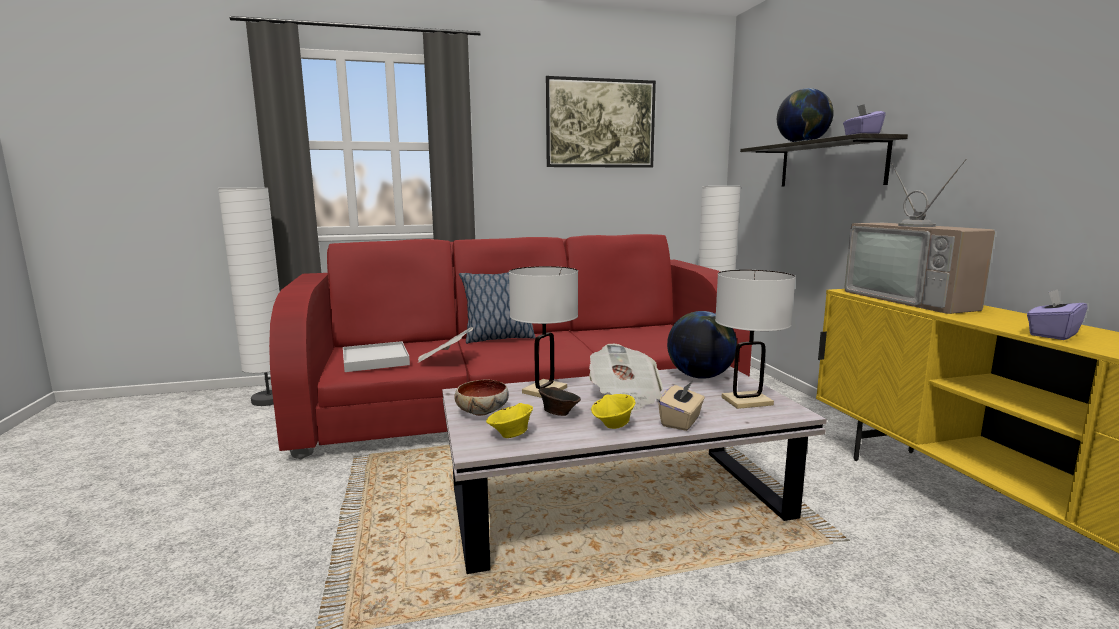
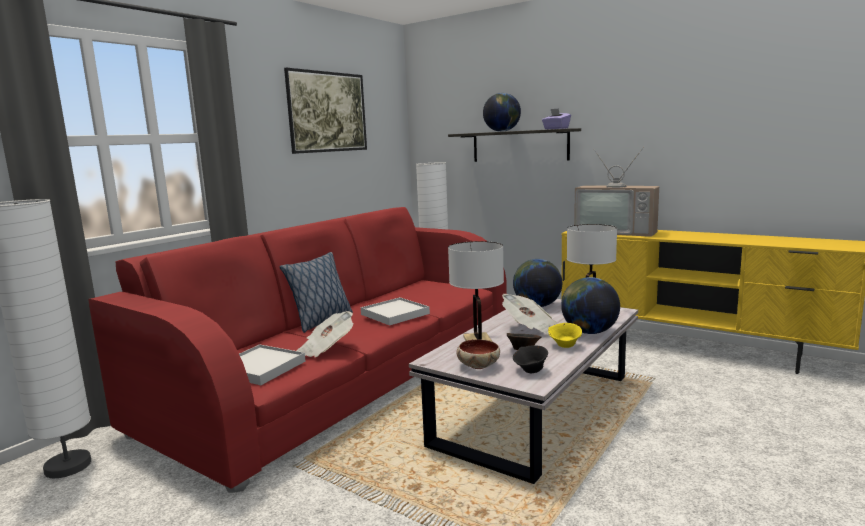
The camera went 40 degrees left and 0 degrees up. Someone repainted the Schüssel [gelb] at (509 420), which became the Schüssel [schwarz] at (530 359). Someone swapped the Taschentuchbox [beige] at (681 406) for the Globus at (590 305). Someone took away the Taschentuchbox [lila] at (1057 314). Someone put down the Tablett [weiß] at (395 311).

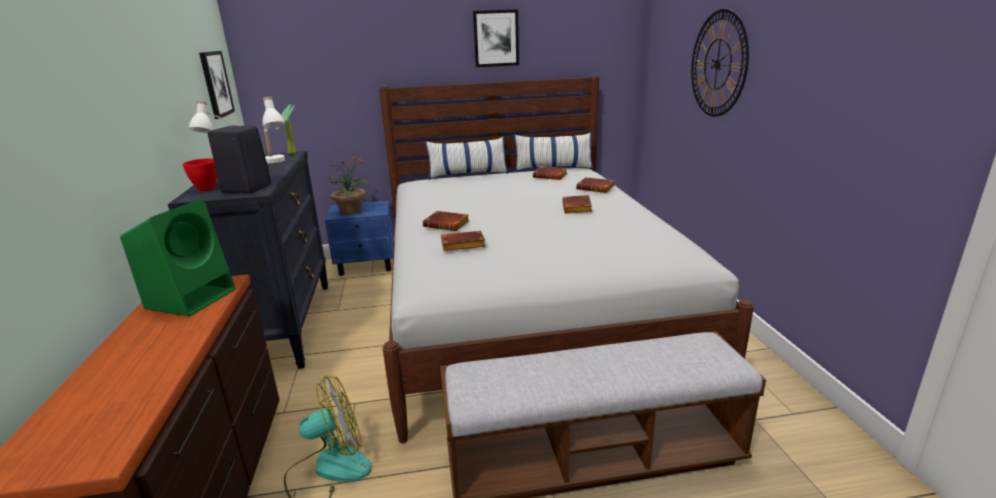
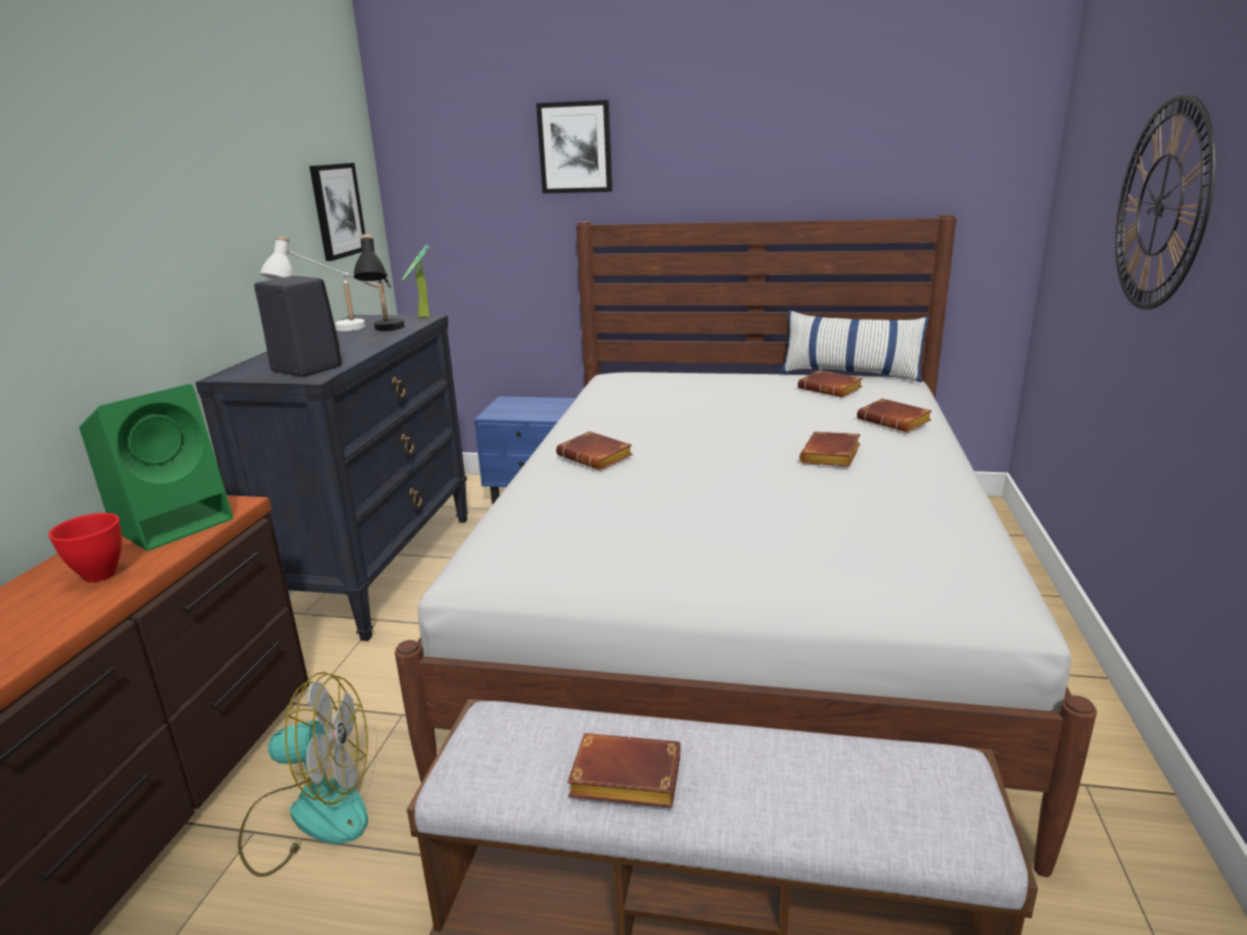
The camera went 20 degrees right and 0 degrees up. Someone carried the Schüssel [rot] from (199 174) to (85 547). Someone repainted the Tischlampe [weiß] at (274 130), which became the Tischlampe [schwarz] at (379 282). Someone took away the Topfpflanze at (347 185). Someone took away the Kissen at (467 158). Someone carried the Buch [braun] from (463 241) to (624 770). Someone carried the Bild from (496 38) to (574 146).

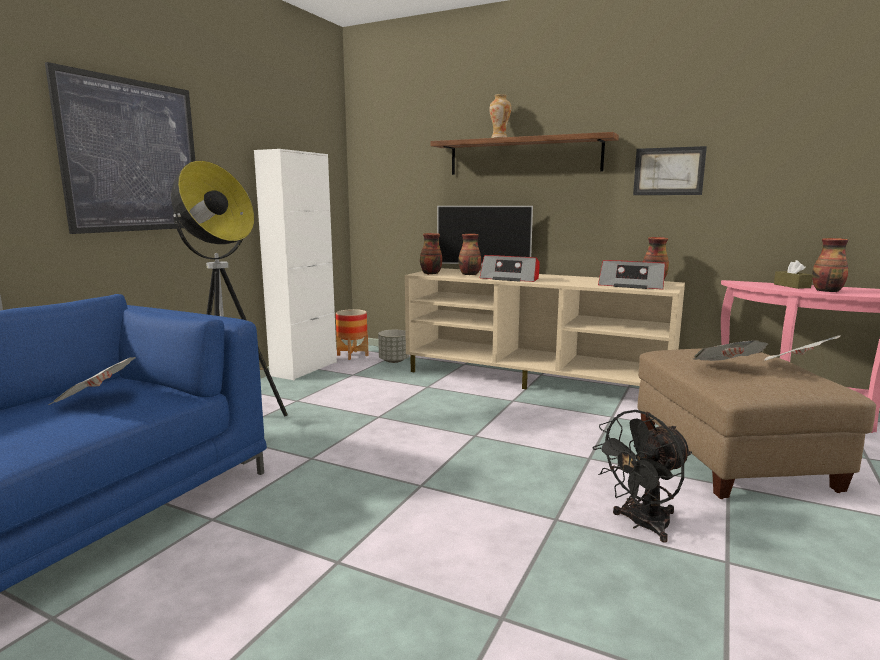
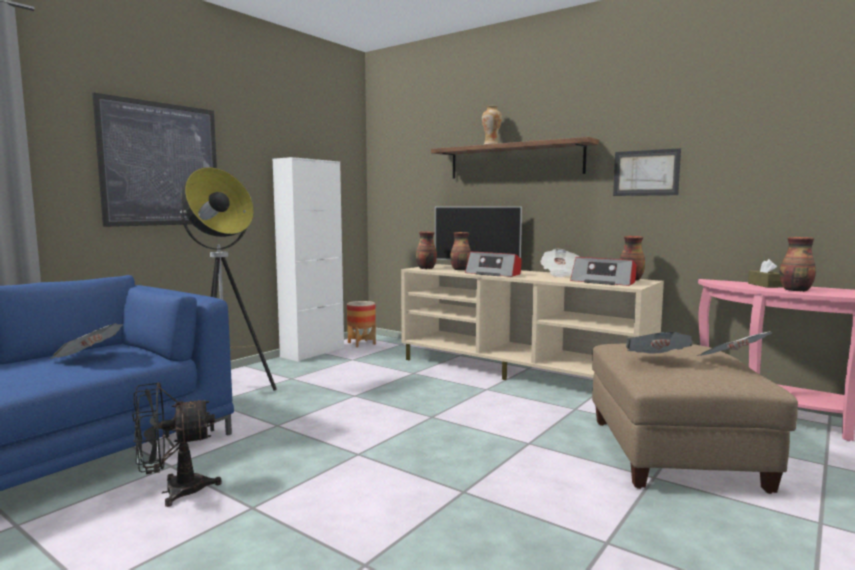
The camera went 10 degrees right and 5 degrees down. Someone took away the Pflanzkübel [grau] at (393 346). Someone carried the Ventilator [schwarz] from (642 476) to (177 444). Someone put down the Zeitung at (560 263).

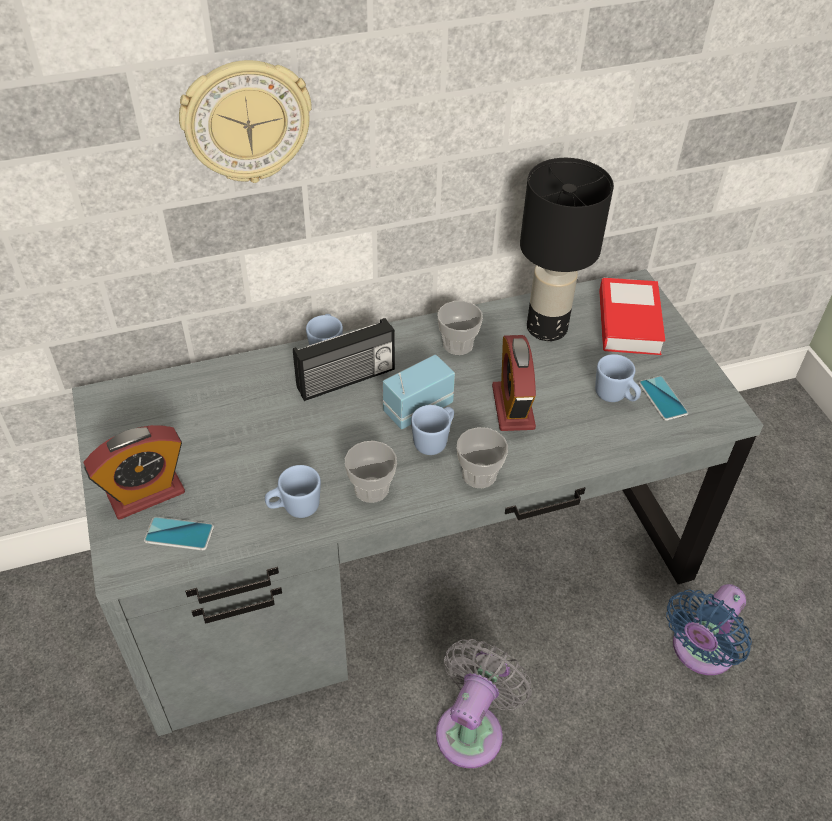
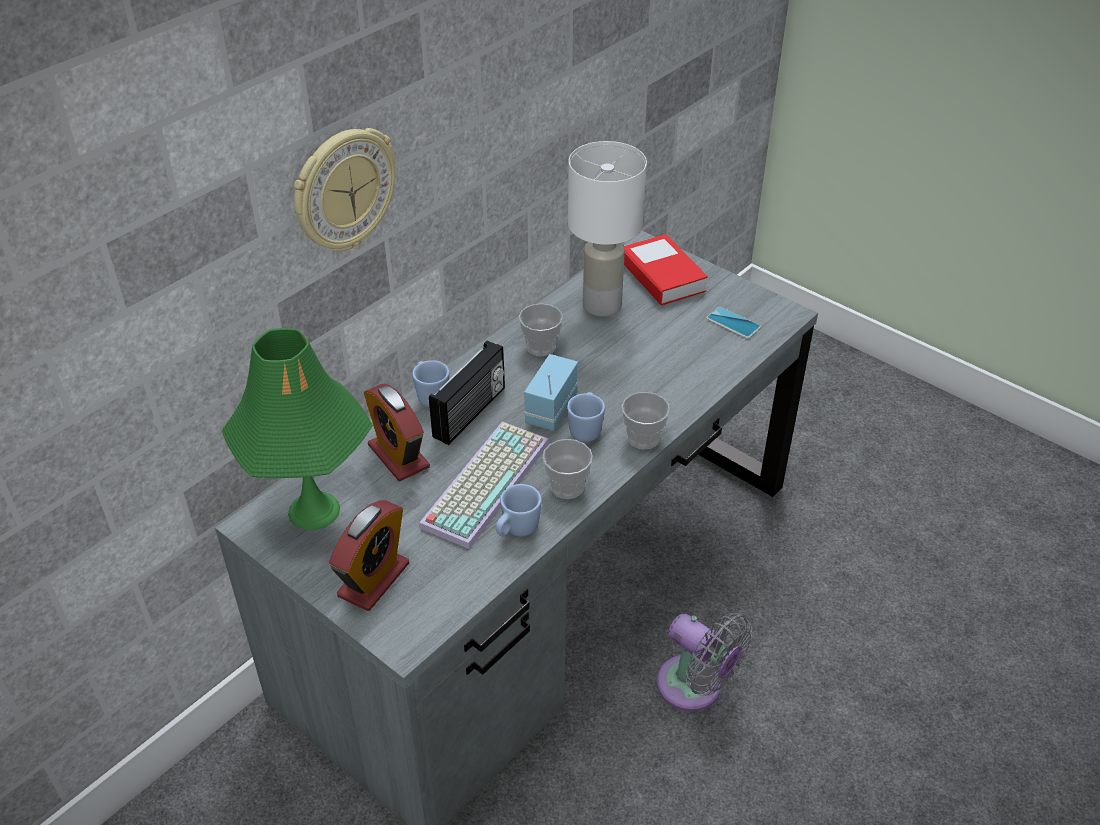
The camera went 30 degrees left and 5 degrees down. Someone took away the Handy at (179 534). Someone rotated the Ventilator [grau] at (484 703) by 135 degrees clockwise. Someone carried the Wecker from (514 383) to (397 432). Someone repainted the Tischlampe [schwarz] at (567 249), which became the Tischlampe [weiß] at (607 229). Someone took away the Henkelbecher [blau] at (618 378). Someone took away the Ventilator [blau] at (709 629). Someone put down the Tischlampe [grün] at (297 429). Someone put down the Tastatur at (484 485).

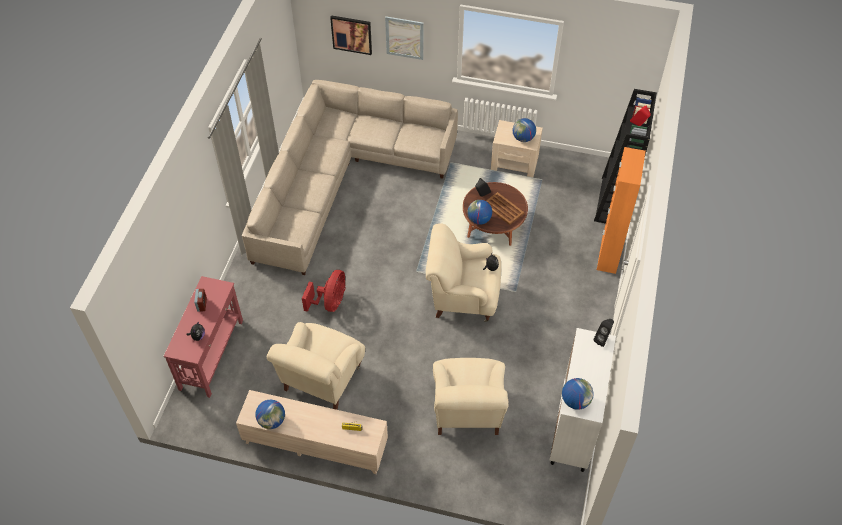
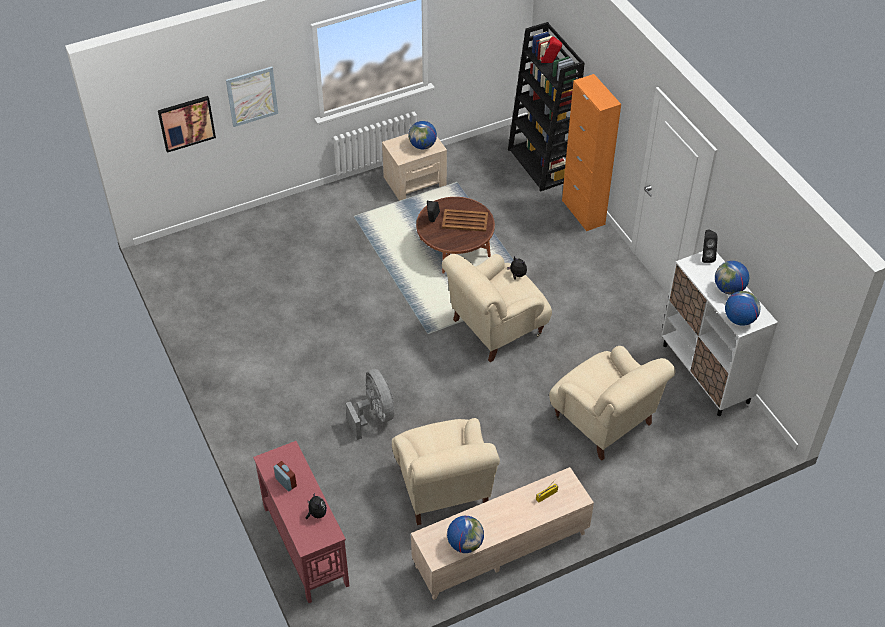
The camera went 40 degrees left and 5 degrees down. Someone took away the Sofa [beige] at (350 177). Someone repainted the Ventilator [rot] at (324 291), which became the Ventilator [grau] at (370 404). Someone carried the Globus from (479 212) to (732 278).

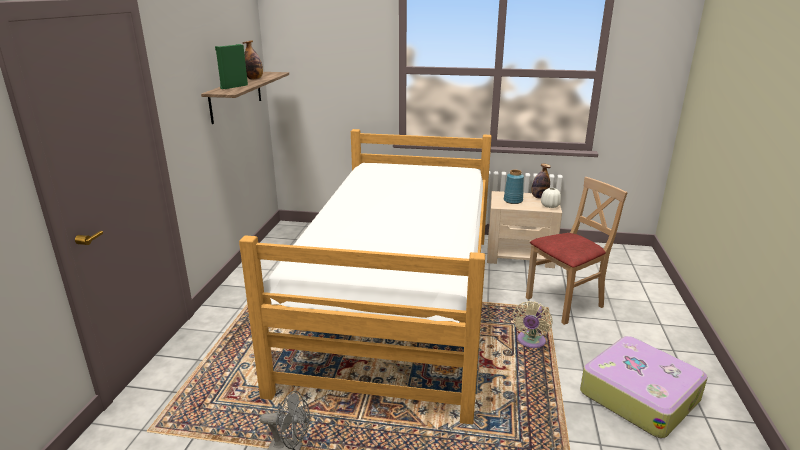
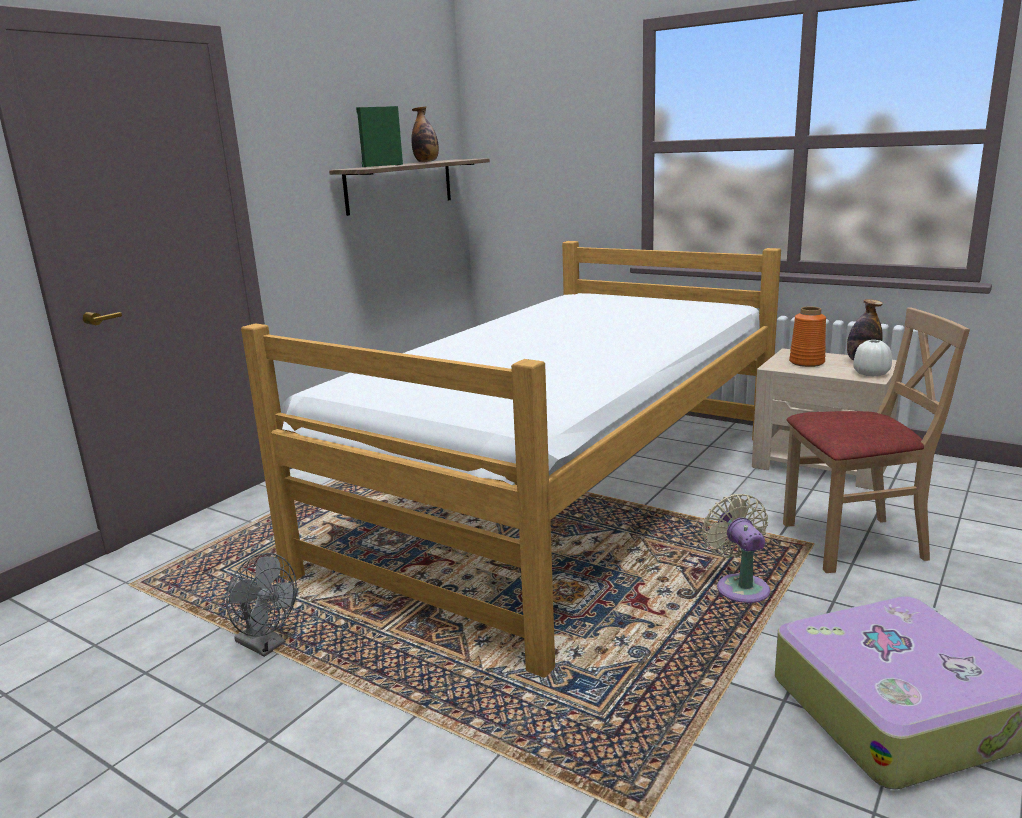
The camera went 25 degrees right and 5 degrees down. Someone repainted the Vase [blau] at (514 187), which became the Vase [orange] at (807 336). Someone rotated the Ventilator [beige] at (532 324) by 120 degrees clockwise.

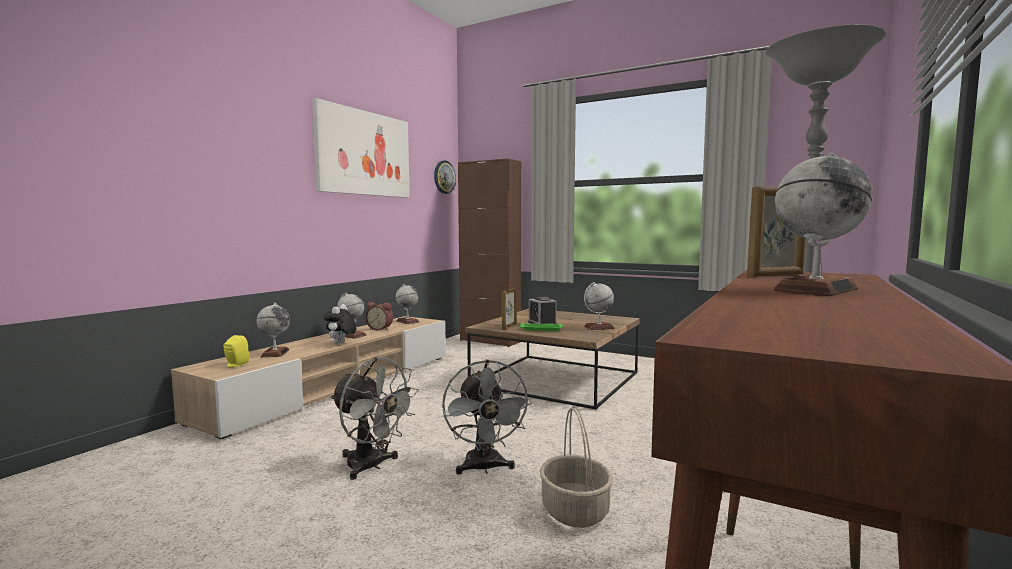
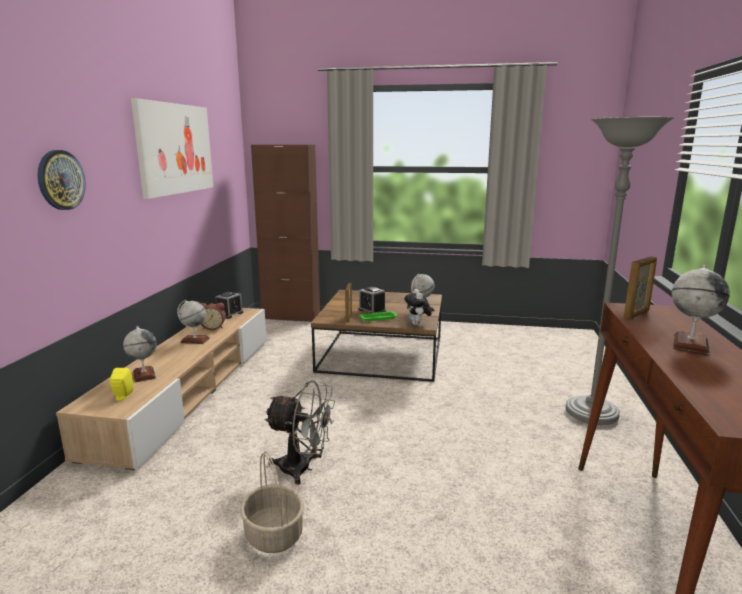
The camera went 20 degrees left and 10 degrees up. Someone carried the Plüschtier from (340 324) to (418 307). Someone swapped the Globus at (408 304) for the Wecker at (229 305). Someone carried the Wanduhr from (445 177) to (61 180). Someone took away the Ventilator [grau] at (487 417). Someone carried the Korb from (576 467) to (272 502).

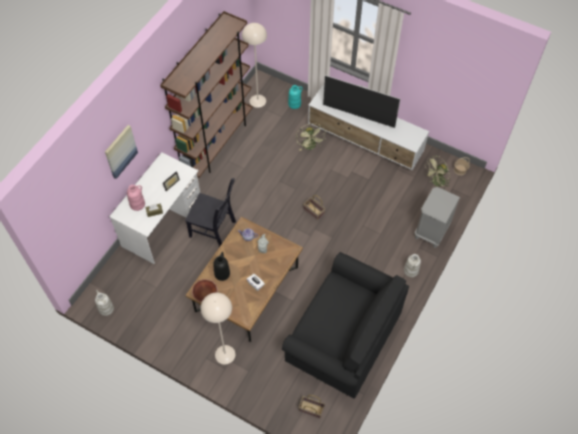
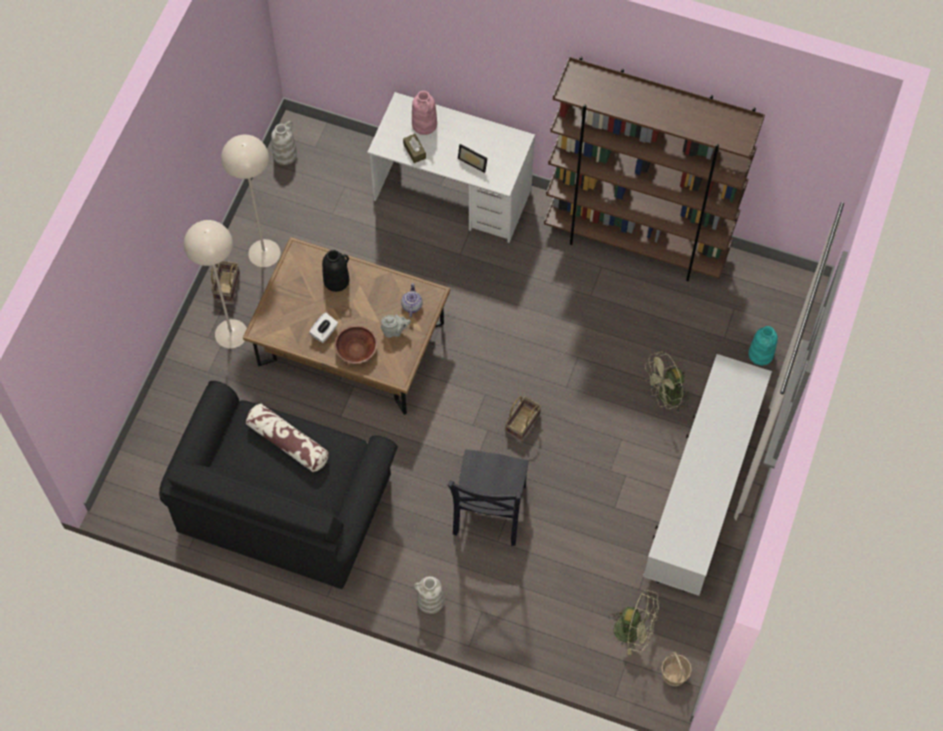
The camera went 80 degrees right and 5 degrees up. Someone took away the Bild at (121 152). Someone carried the Stuhl [schwarz] from (210 212) to (488 497). Someone carried the Schüssel [braun] from (205 290) to (355 345). Someone carried the Stehlampe [beige] from (254 65) to (251 201). Someone carried the Korb from (312 407) to (225 282). Someone took away the Fernseher at (361 101). Someone took away the Nachttisch [grau] at (437 217). Someone rotated the Ventilator [grün] at (437 172) by 150 degrees clockwise. Someone put down the Kissen at (287 438).

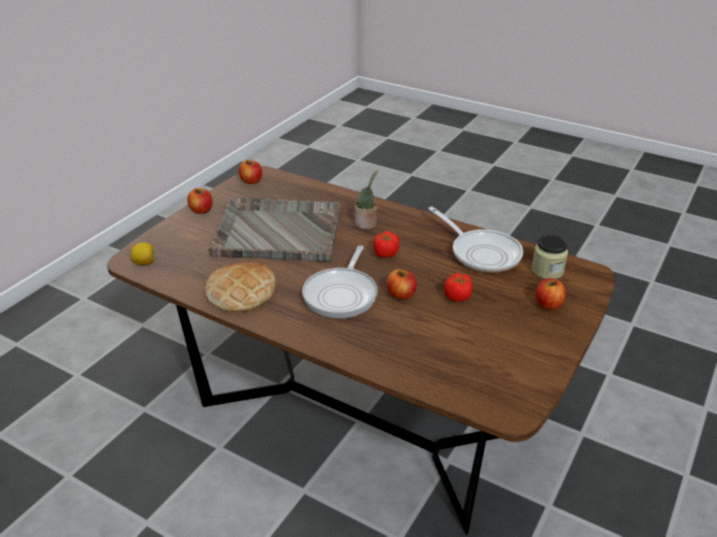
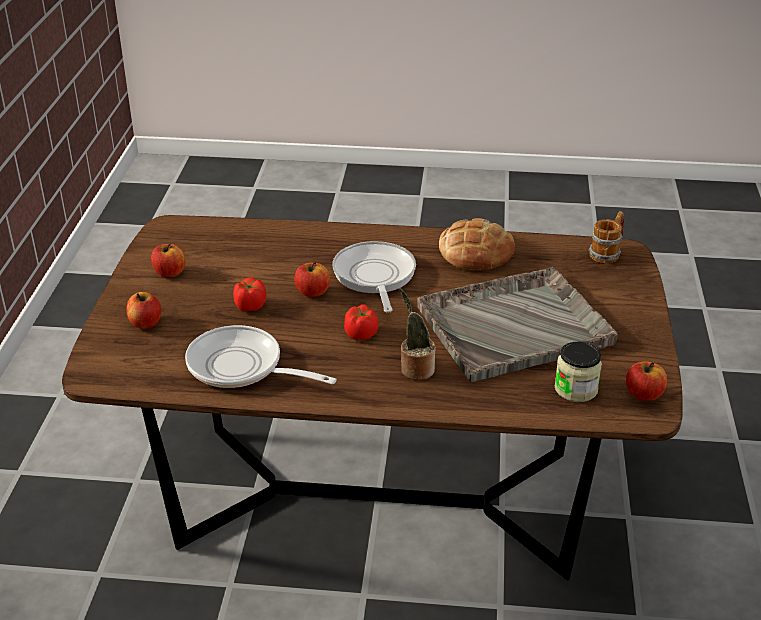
The camera went 155 degrees right and 0 degrees up. Someone swapped the Zitrone at (143 253) for the Henkelbecher at (606 237). Someone carried the Apfel from (200 201) to (168 260). Someone carried the Vorratsglas from (550 257) to (578 372).

